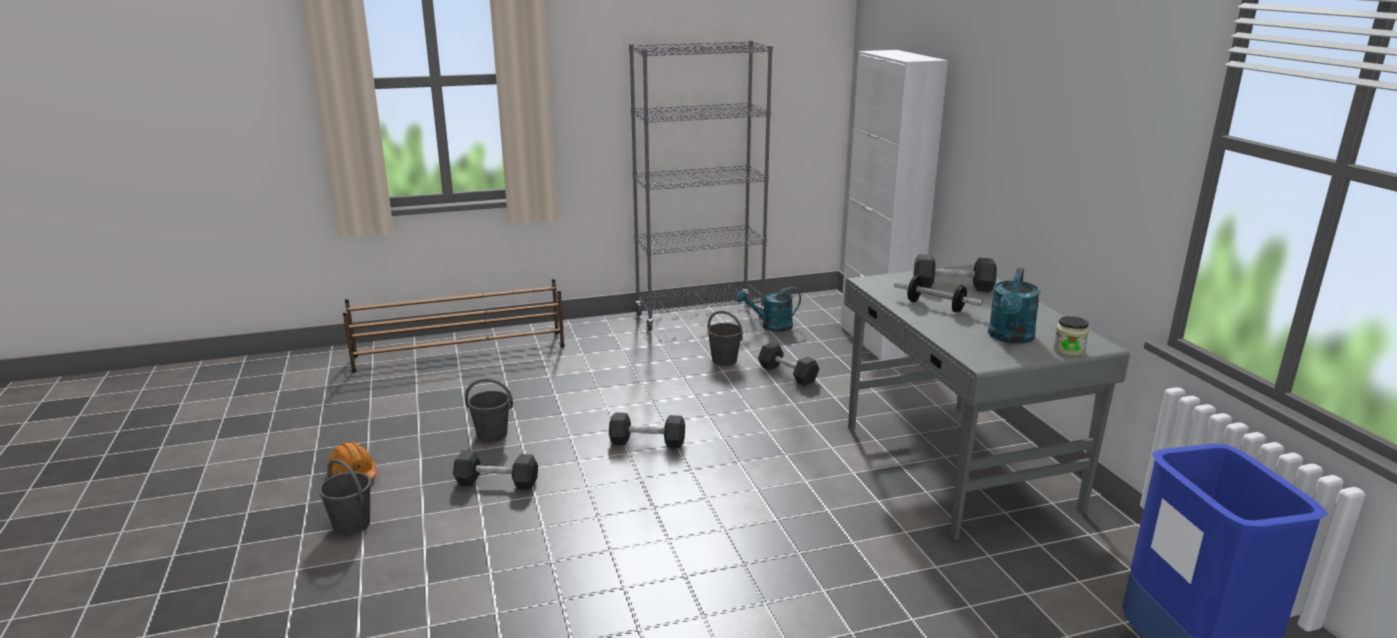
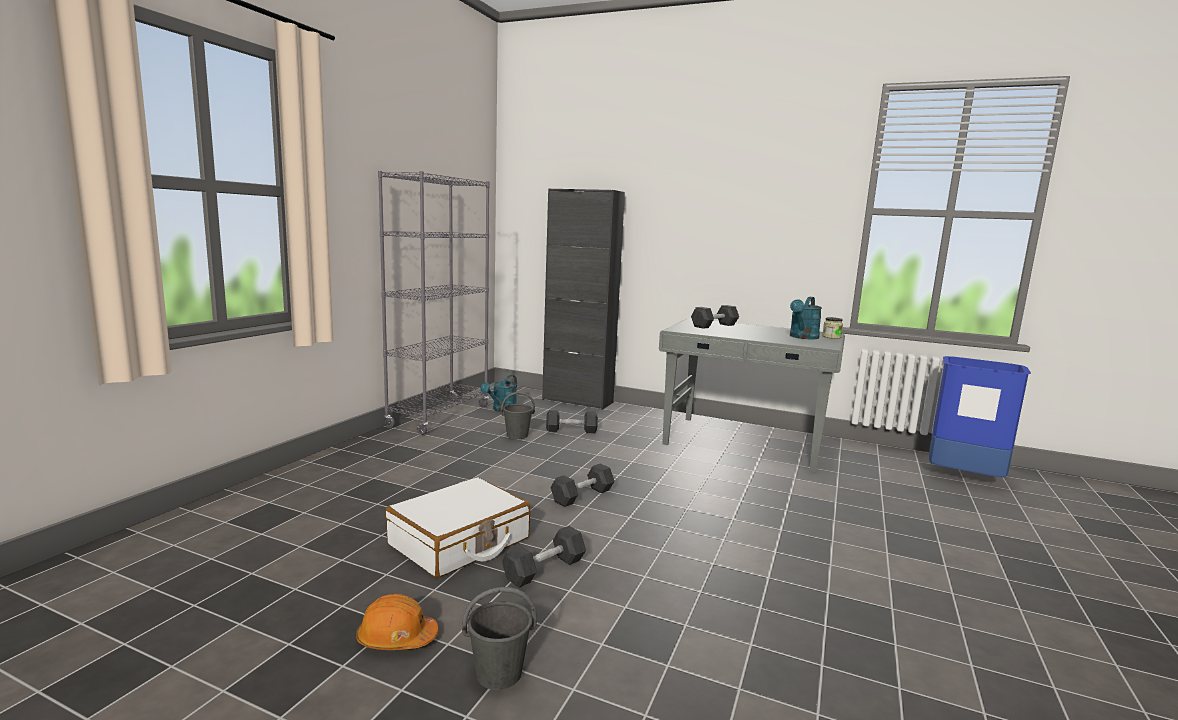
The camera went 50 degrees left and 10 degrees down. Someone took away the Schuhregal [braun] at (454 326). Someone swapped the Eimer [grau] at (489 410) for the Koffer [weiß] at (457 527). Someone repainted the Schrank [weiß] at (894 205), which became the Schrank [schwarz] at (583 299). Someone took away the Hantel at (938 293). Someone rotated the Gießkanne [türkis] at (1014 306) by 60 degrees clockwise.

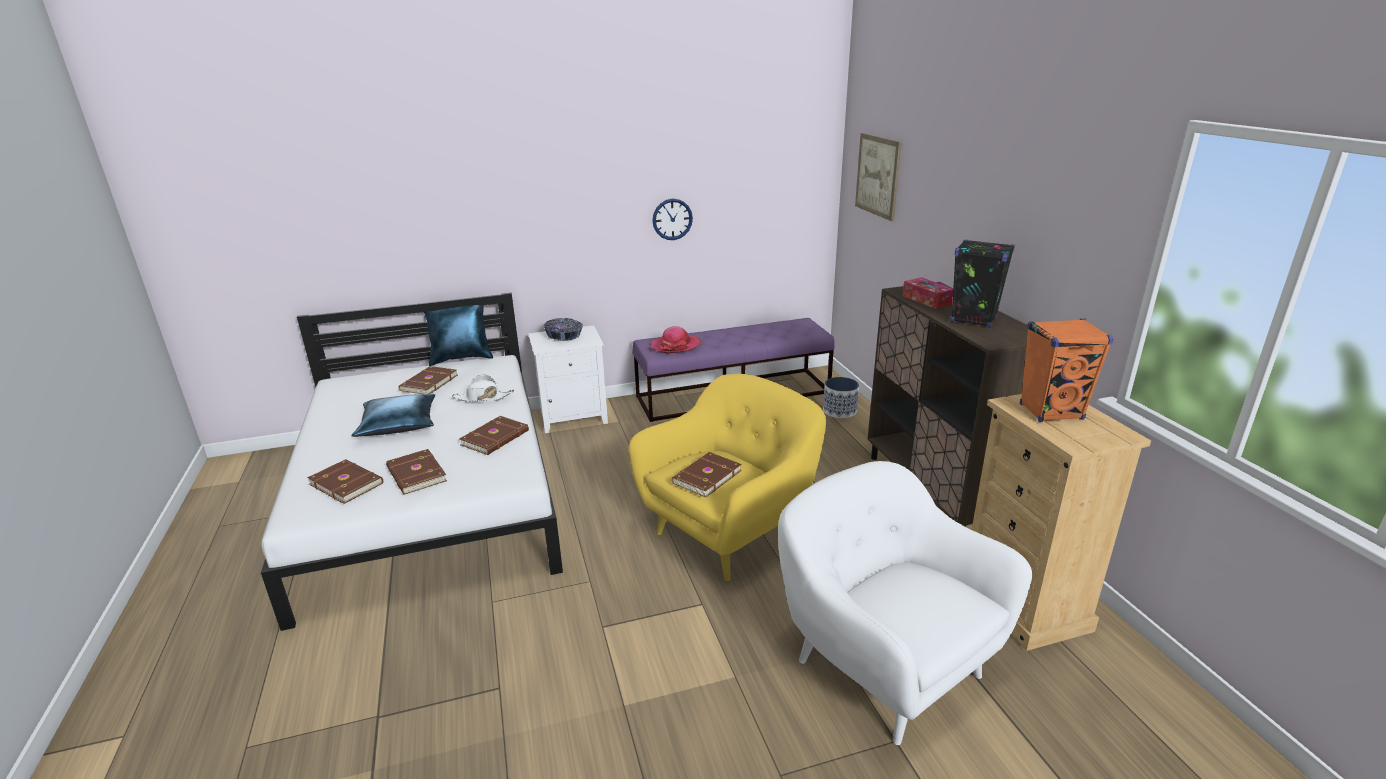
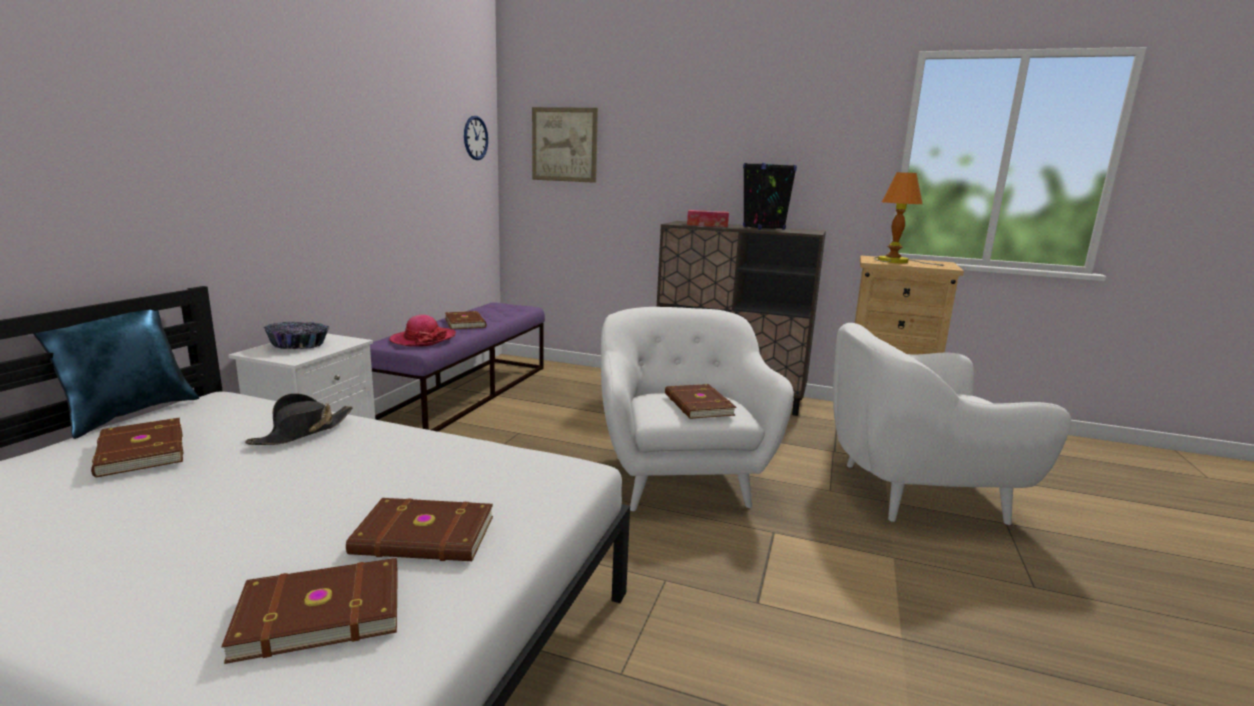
The camera went 55 degrees left and 10 degrees down. Someone took away the Kissen [blau] at (393 415). Someone repainted the Hut [weiß] at (483 388), which became the Hut [schwarz] at (299 419). Someone carried the Buch [braun] from (494 435) to (466 320). Someone repainted the Sessel [gelb] at (727 477), which became the Sessel [weiß] at (697 409). Someone carried the Wanduhr from (672 219) to (476 138). Someone took away the Pflanzkübel at (841 397). Someone swapped the Lautsprecher [orange] at (1066 370) for the Tischlampe at (909 219).

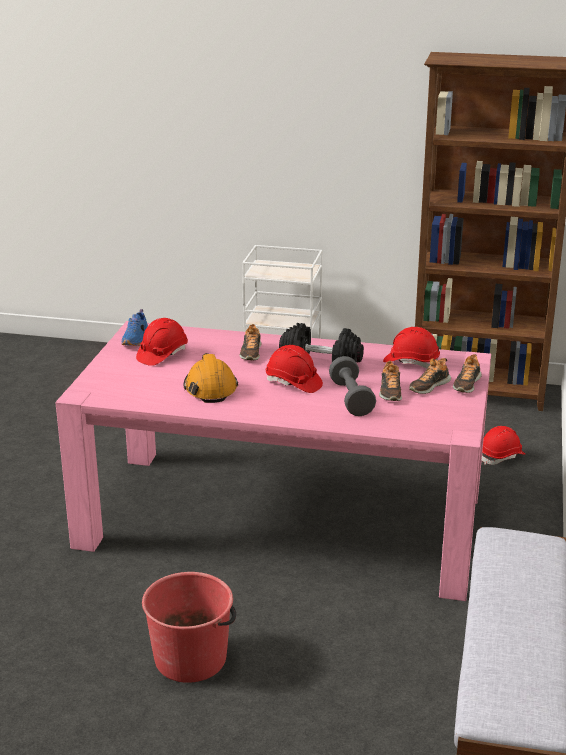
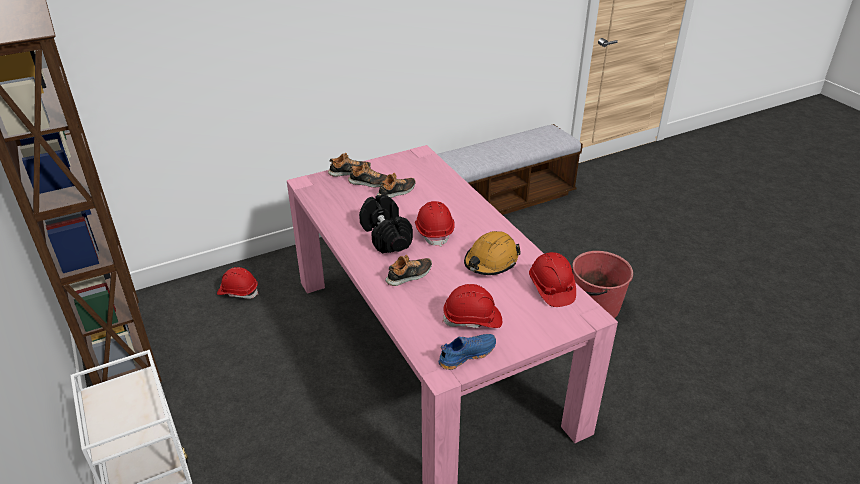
The camera went 130 degrees left and 10 degrees up. Someone took away the Hantel [grau] at (352 386). Someone carried the Schutzhelm [rot] from (411 348) to (552 279).

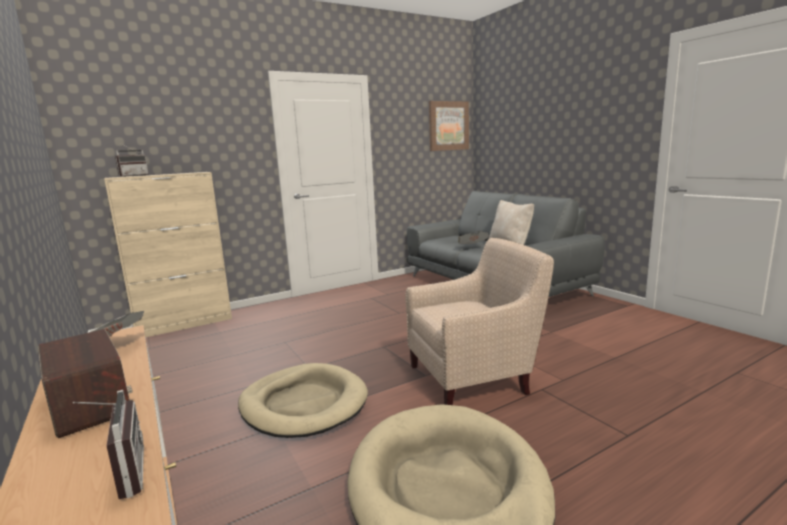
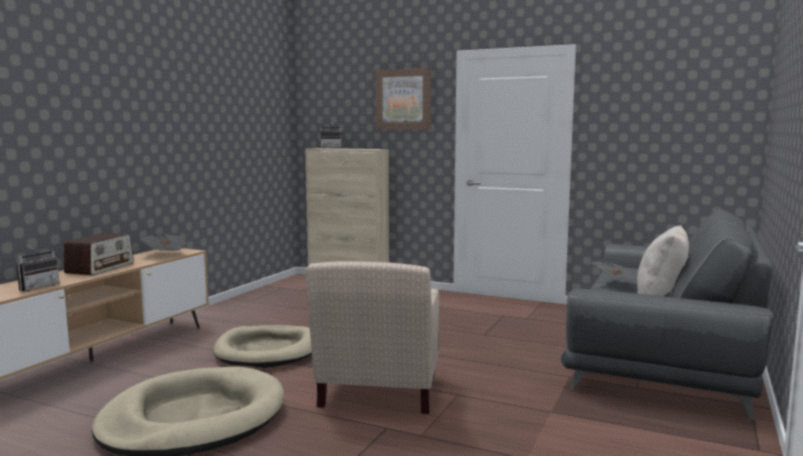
The camera went 55 degrees right and 5 degrees down. Someone rotated the Sessel [beige] at (479 321) by 60 degrees clockwise. Someone carried the Bild from (449 126) to (403 98).

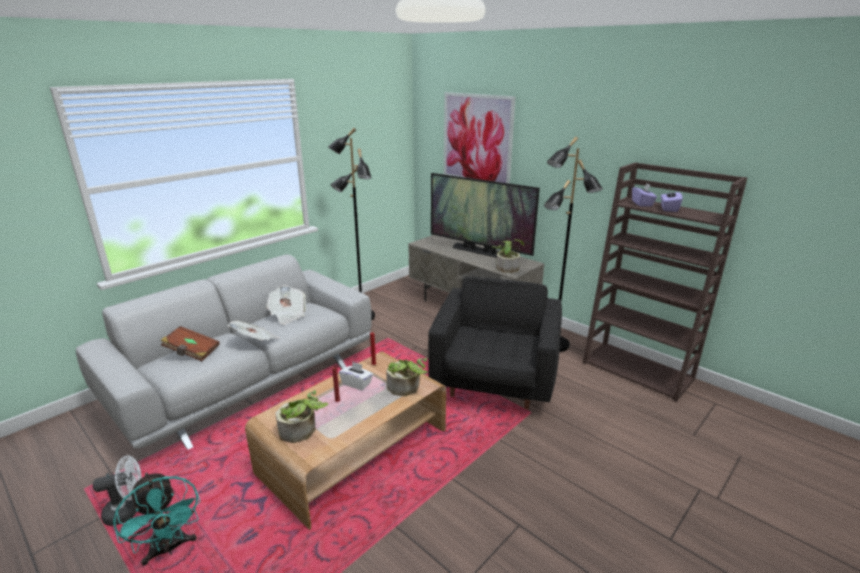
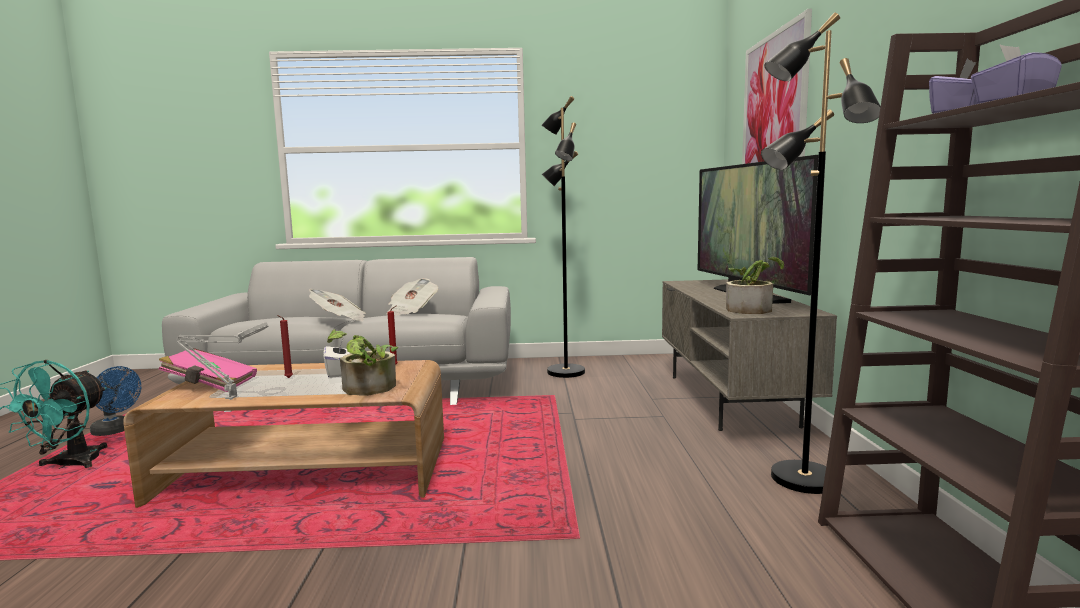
The camera went 45 degrees right and 15 degrees down. Someone repainted the Ventilator [weiß] at (117 490), which became the Ventilator [blau] at (115 401). Someone took away the Buch [braun] at (190 343). Someone swapped the Topfpflanze at (301 416) for the Buch [rosa] at (208 370). Someone took away the Sessel [schwarz] at (495 343). Someone put down the Tischlampe [grau] at (222 361).

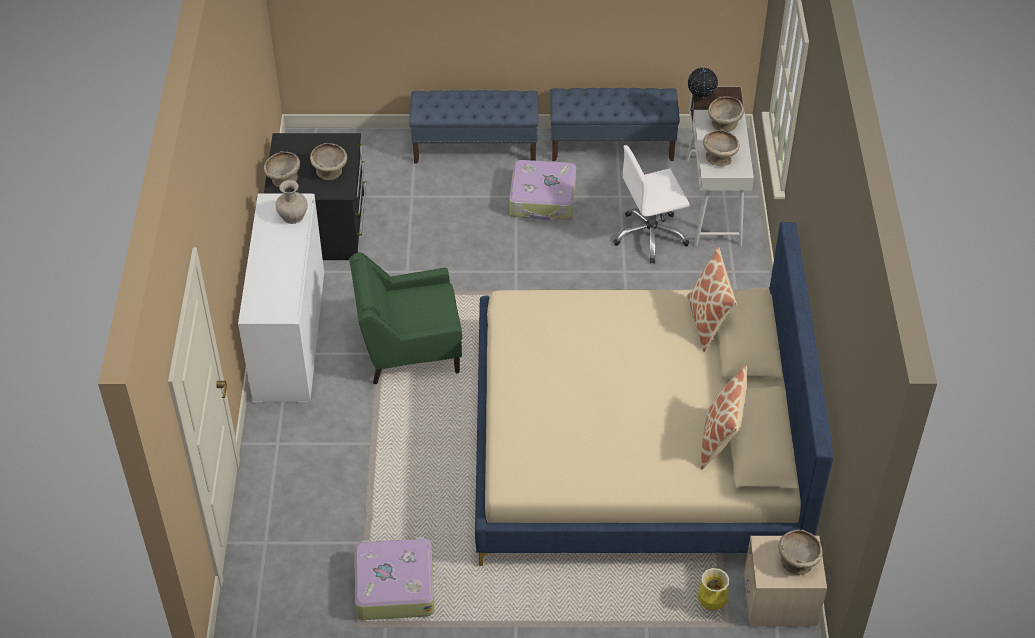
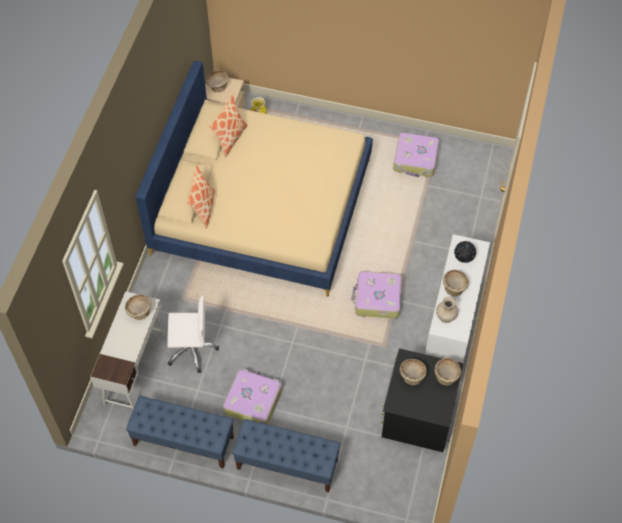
The camera went 165 degrees left and 10 degrees up. Someone swapped the Sessel [grün] at (405 318) for the Koffer at (376 295). Someone carried the Globus from (703 83) to (465 252). Someone carried the Schüssel [beige] from (726 114) to (456 283).

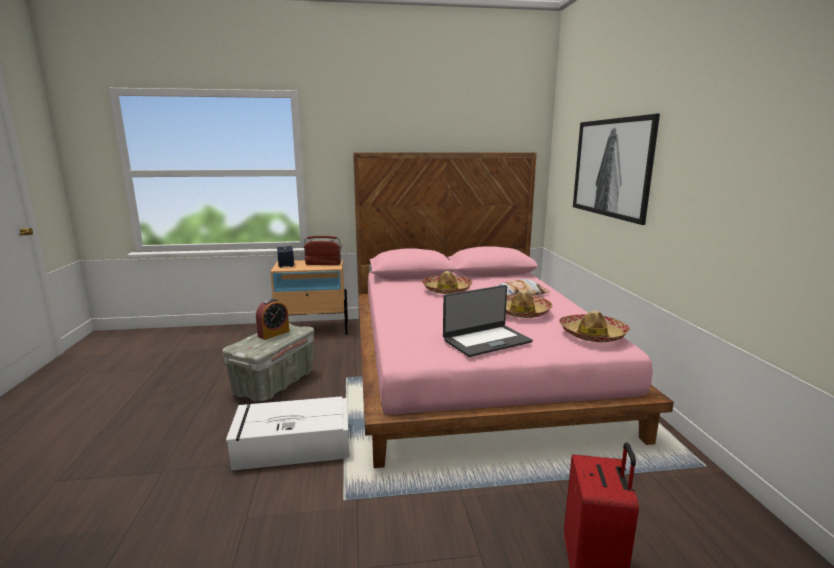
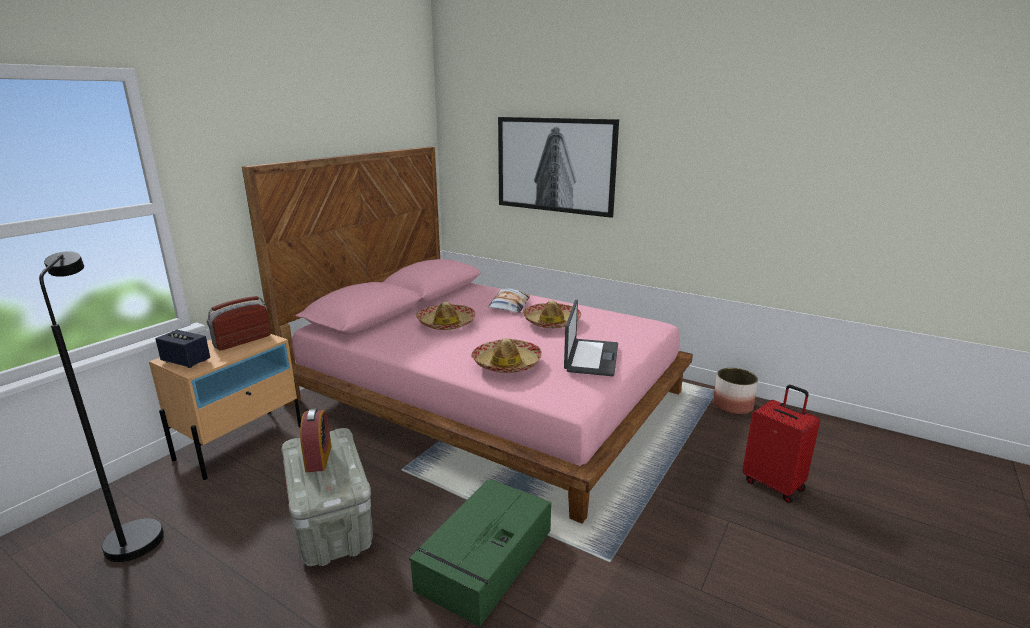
The camera went 50 degrees left and 5 degrees up. Someone repainted the Aufbewahrungsbox [weiß] at (288 433), which became the Aufbewahrungsbox [grün] at (480 553). Someone carried the Hut from (594 326) to (506 355). Someone put down the Stehlampe [schwarz] at (101 406). Someone put down the Pflanzkübel at (735 391).

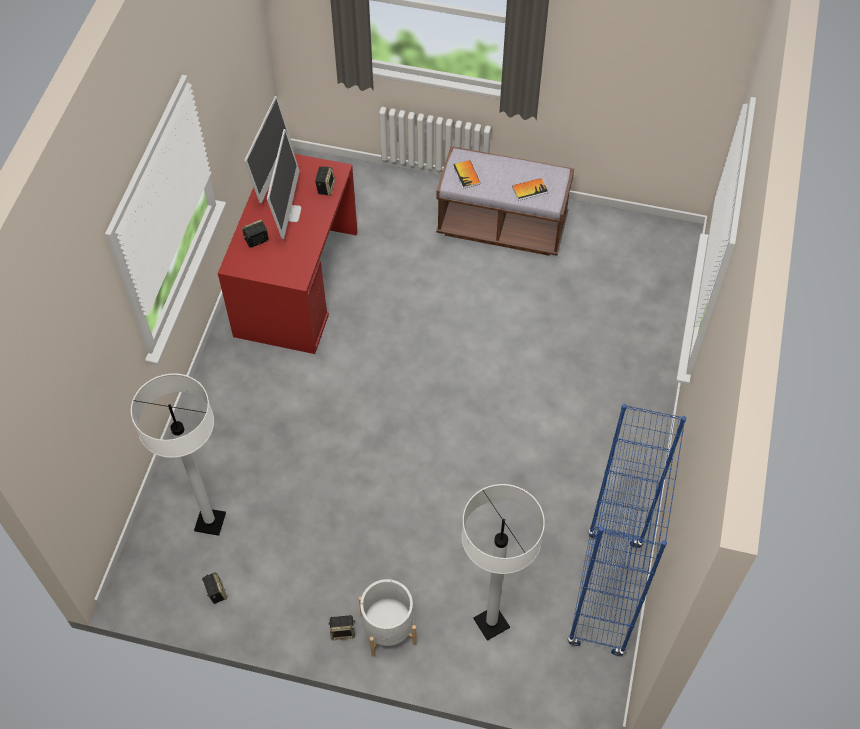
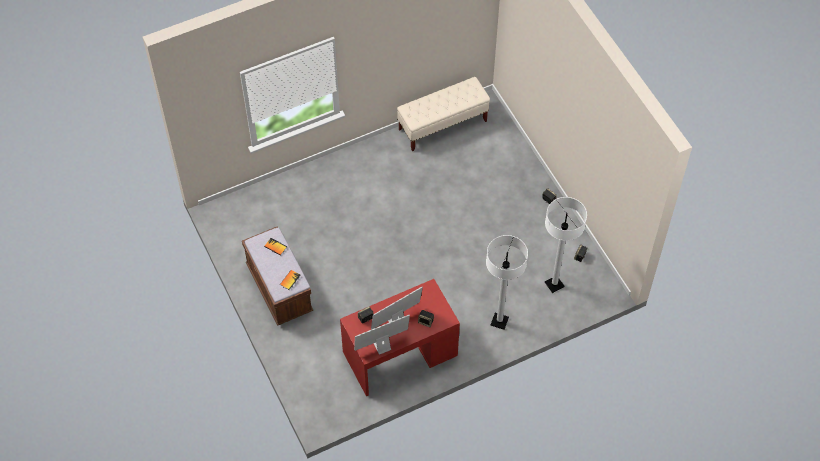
The camera went 130 degrees left and 0 degrees up. Someone took away the Pflanzkübel [weiß] at (388 618). Someone carried the Stehlampe [weiß] from (503 562) to (507 282). Someone swapped the Bücherregal [blau] at (626 530) for the Bank [beige] at (443 114).

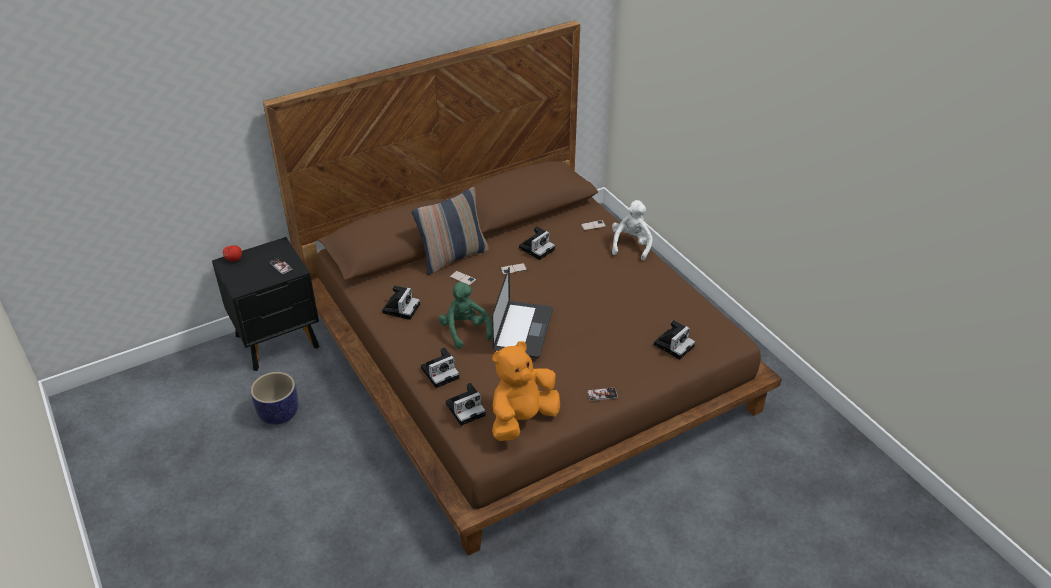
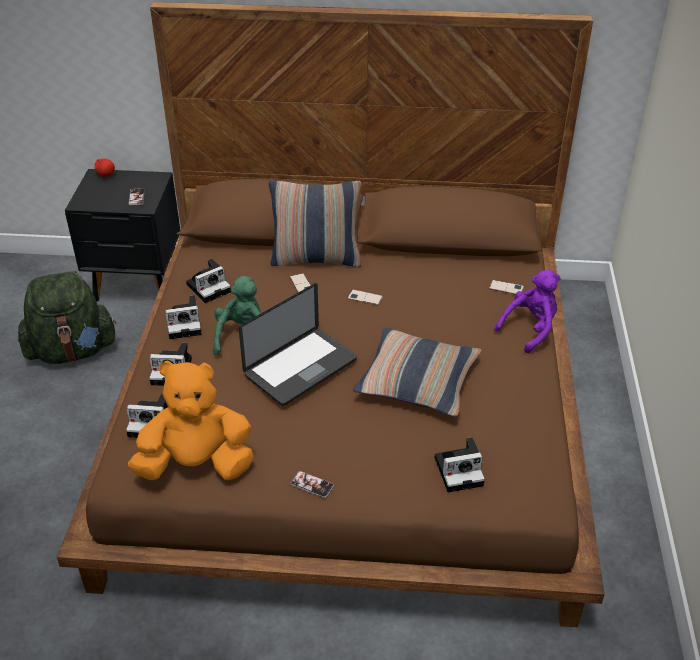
The camera went 35 degrees right and 0 degrees up. Someone swapped the Pflanzkübel at (275 398) for the Rucksack [grün] at (66 317). Someone carried the Kamera from (537 243) to (183 317). Someone repainted the Plüschtier [weiß] at (632 230), which became the Plüschtier [lila] at (528 311). Someone put down the Kissen at (417 372).

